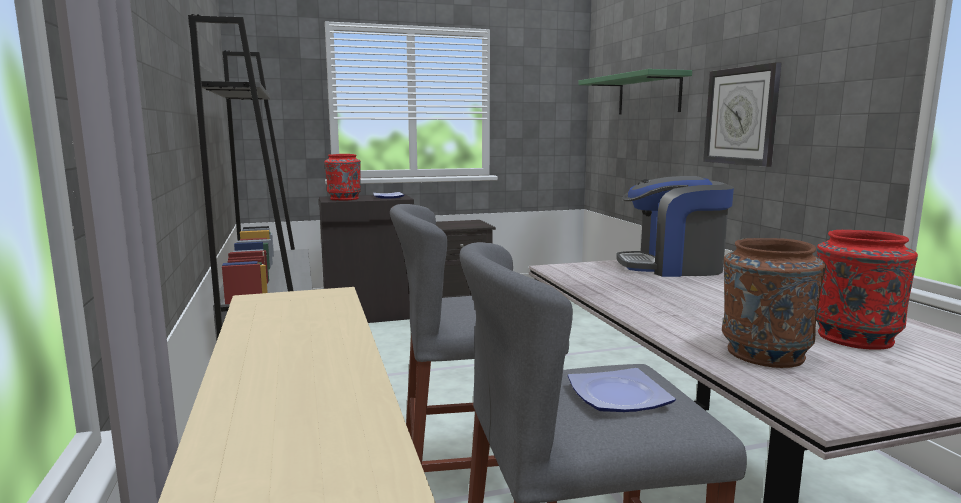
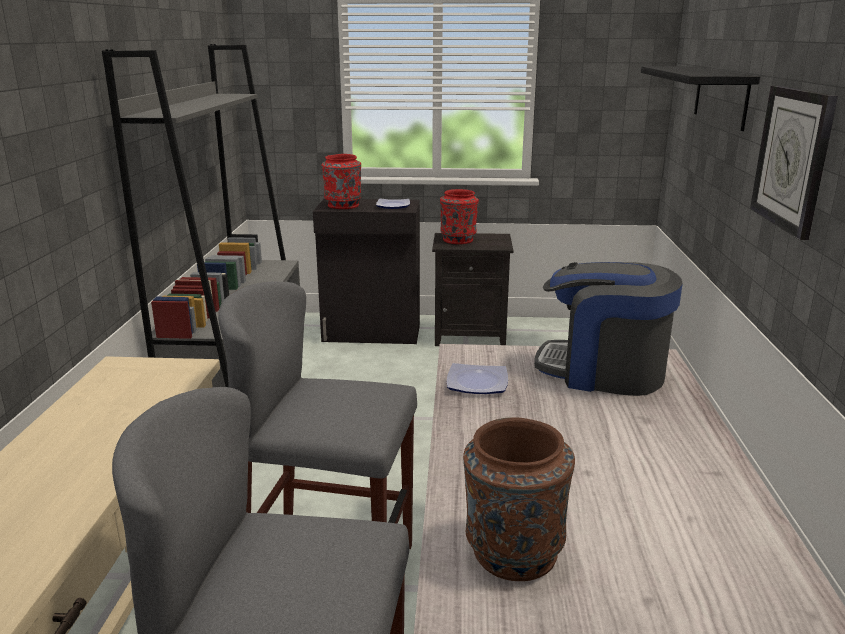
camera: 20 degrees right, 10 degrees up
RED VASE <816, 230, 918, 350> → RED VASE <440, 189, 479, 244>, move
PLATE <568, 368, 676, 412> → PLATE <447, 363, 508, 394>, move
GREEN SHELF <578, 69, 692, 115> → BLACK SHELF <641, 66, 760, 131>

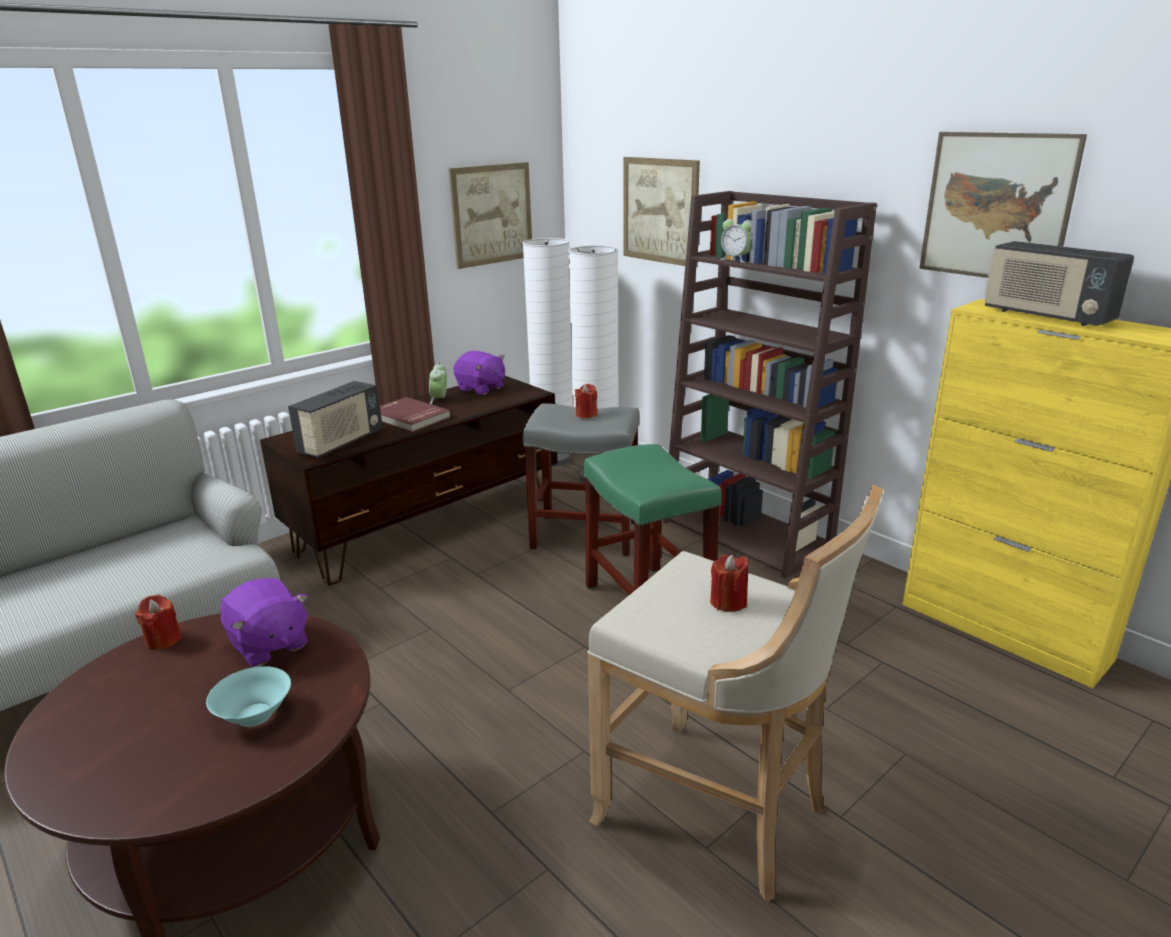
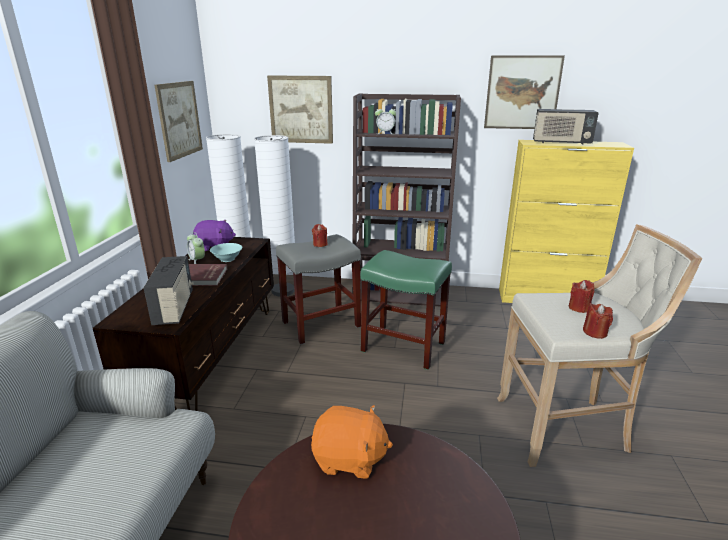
camera: 40 degrees left, 0 degrees up
TURQUOISE BOWL <206, 666, 291, 727> → TURQUOISE BOWL <210, 243, 242, 262>, move
PURPLE PLUSH TOY <220, 578, 308, 667> → ORANGE PLUSH TOY <311, 405, 393, 479>
RED CANDLE <135, 595, 182, 650> → RED CANDLE <583, 303, 613, 339>, move

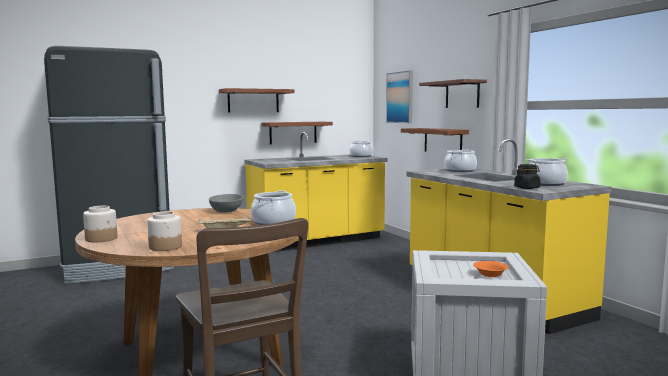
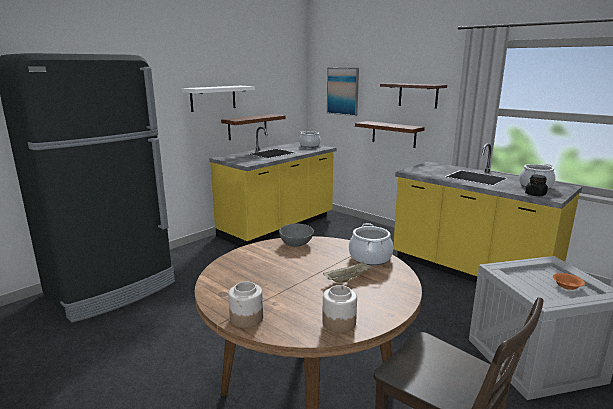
camera: 20 degrees left, 10 degrees up
BROWN SHELF <219, 88, 294, 113> → WHITE SHELF <182, 86, 255, 112>
COOKING POT <444, 149, 477, 172> → -

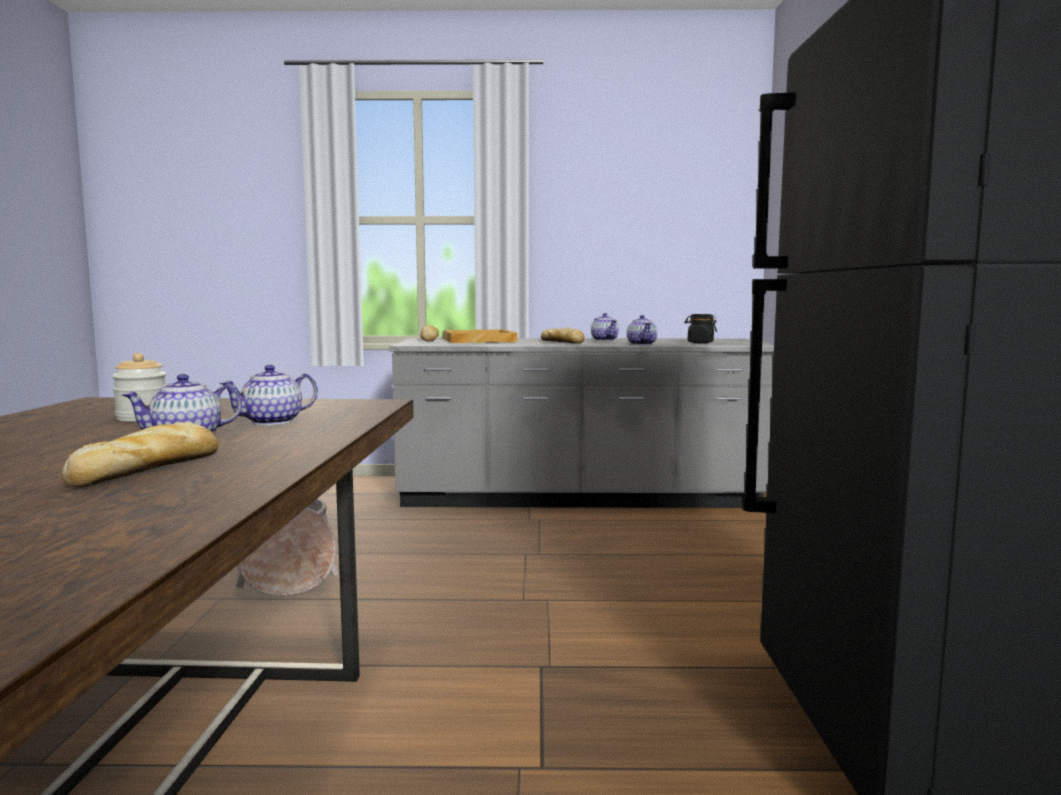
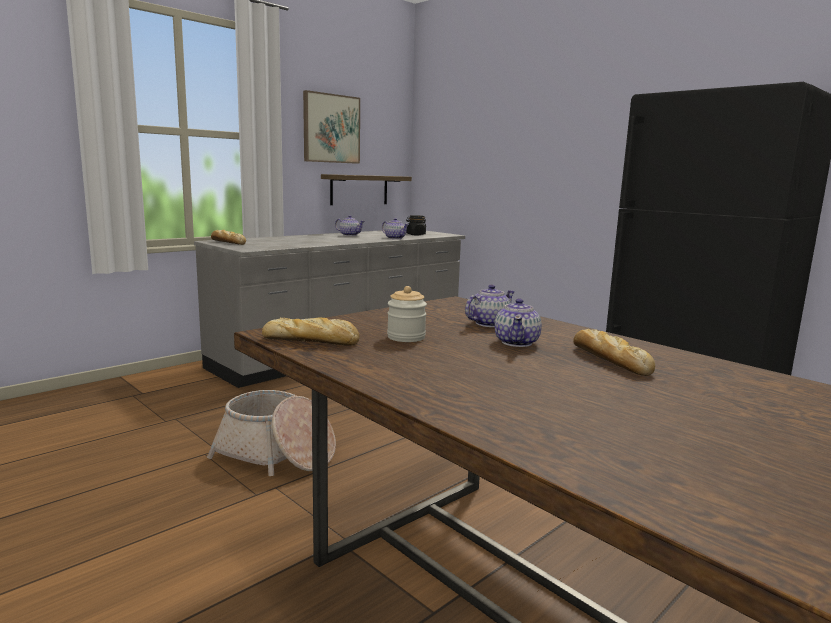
camera: 45 degrees left, 5 degrees up
BREAD <541, 327, 584, 344> → BREAD <262, 317, 360, 346>, move
- → PICTURE <303, 90, 360, 164>
- → SHELF <321, 174, 412, 205>
TEAPOT <220, 365, 318, 425> → TEAPOT <465, 284, 515, 327>, 135 degrees counterclockwise
BEIGE TRAY <443, 329, 517, 343> → -

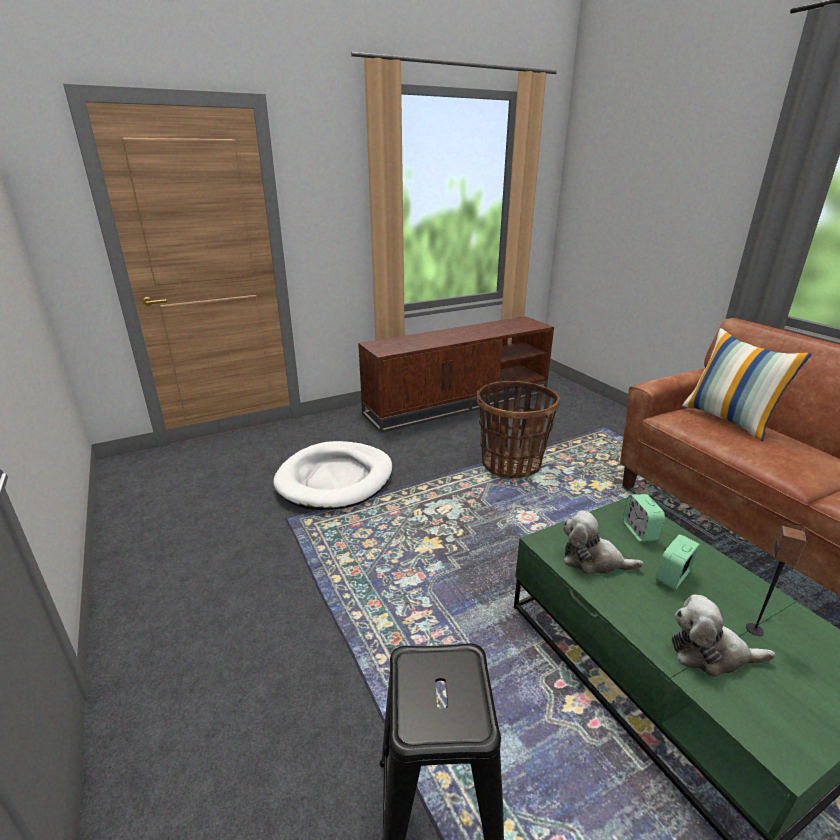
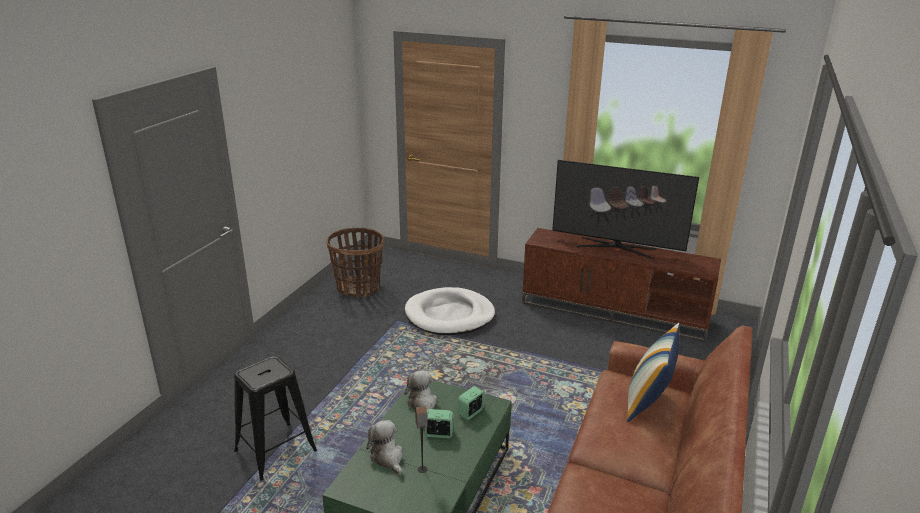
camera: 50 degrees right, 0 degrees up
BASKET <477, 381, 560, 479> → BASKET <327, 228, 384, 298>, move
- → TELEVISION <552, 160, 699, 259>

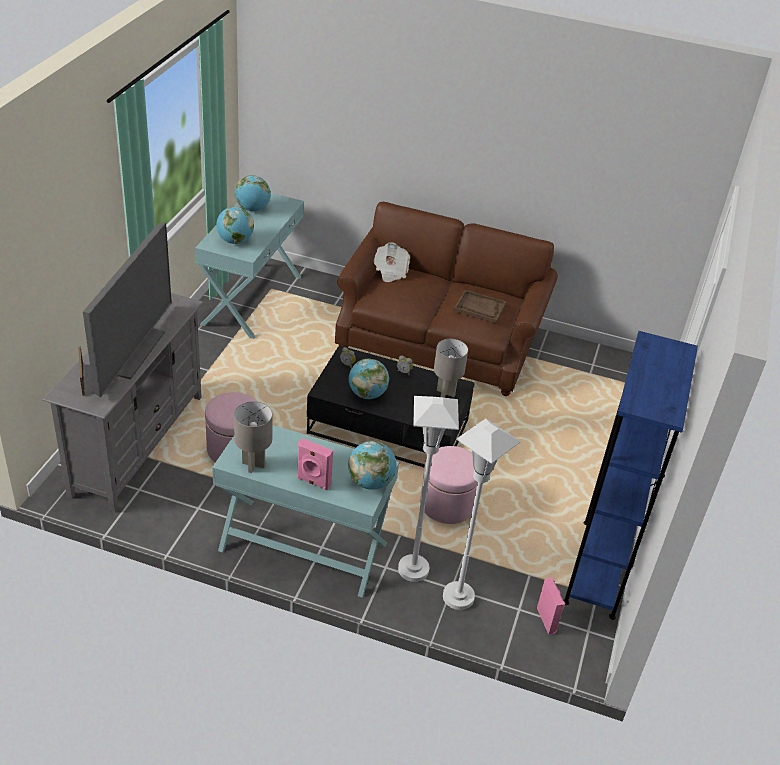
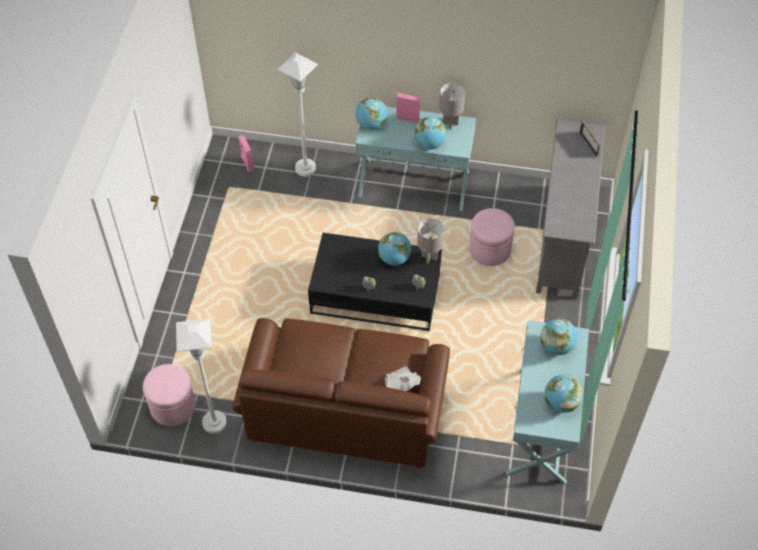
camera: 175 degrees right, 15 degrees up
PINK OTTOMAN <420, 446, 477, 524> → PINK OTTOMAN <143, 364, 196, 426>, move
WHITE FLOOR LAMP <398, 396, 459, 582> → WHITE FLOOR LAMP <176, 319, 227, 434>, move
- → GLOBE <414, 117, 446, 150>
GREY TABLE LAMP <434, 339, 468, 398> → GREY TABLE LAMP <417, 218, 444, 264>, move
TELEVISION <83, 223, 172, 397> → -
BROWN TRAY <454, 290, 506, 323> → -
BLUE BOOKCASE <563, 331, 698, 620> → -

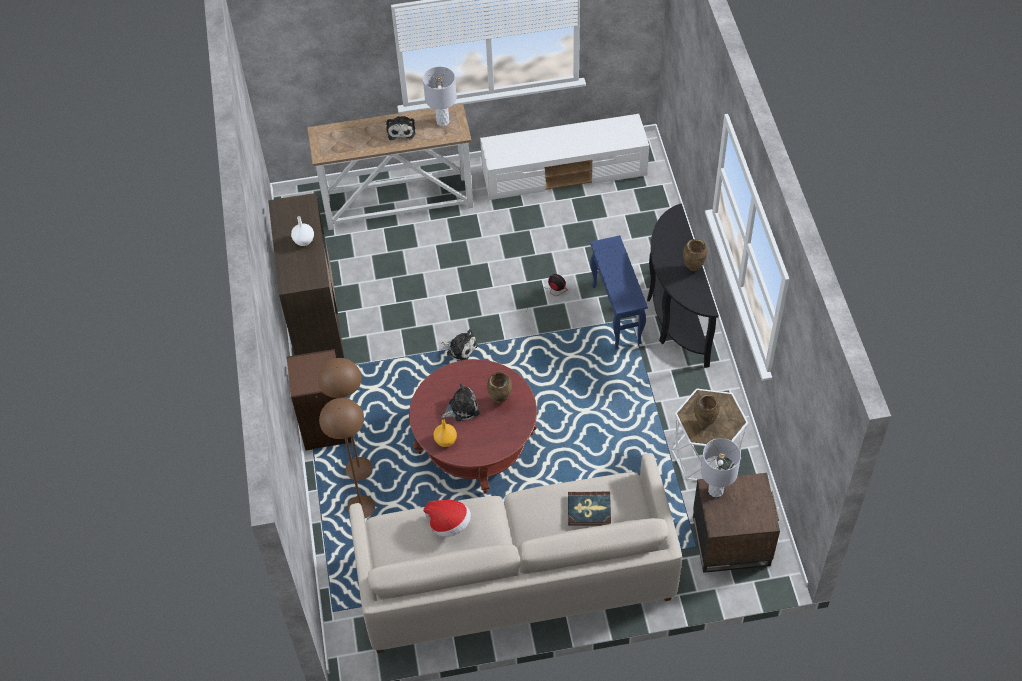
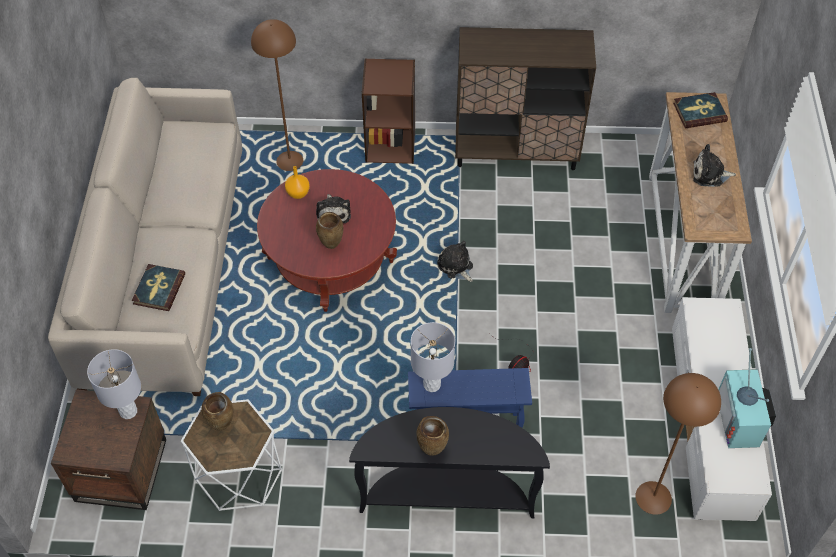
camera: 100 degrees right, 0 degrees up
GREY TABLE LAMP <423, 66, 457, 126> → GREY TABLE LAMP <411, 322, 455, 392>, move
PLUSH TOY <441, 329, 478, 361> → PLUSH TOY <437, 241, 473, 282>, 105 degrees clockwise
BROWN FLOOR LAMP <318, 358, 373, 480> → BROWN FLOOR LAMP <635, 373, 721, 515>, move
- → BOOK <673, 92, 728, 128>
- → TELEVISION <718, 348, 776, 448>
WHITE VASE <291, 216, 314, 246> → -
HAT <423, 500, 471, 537> → -

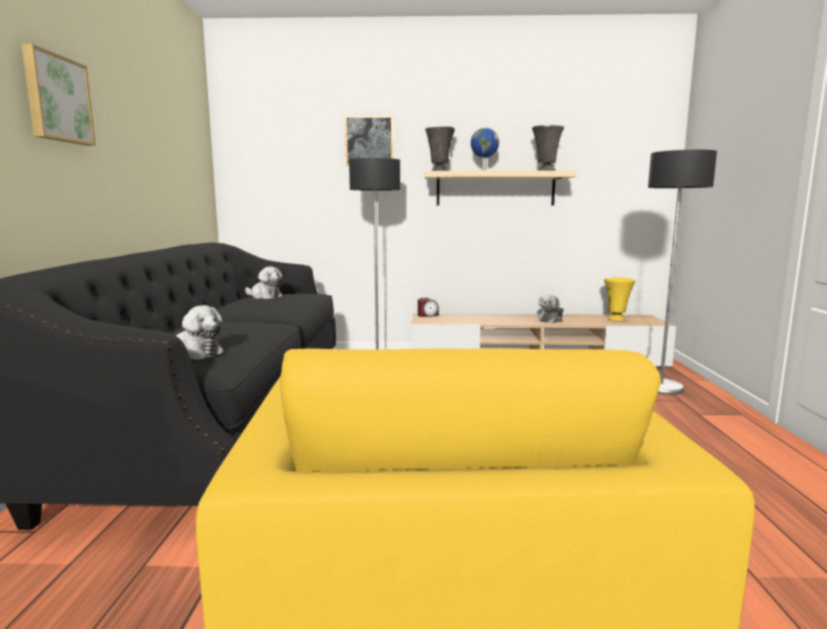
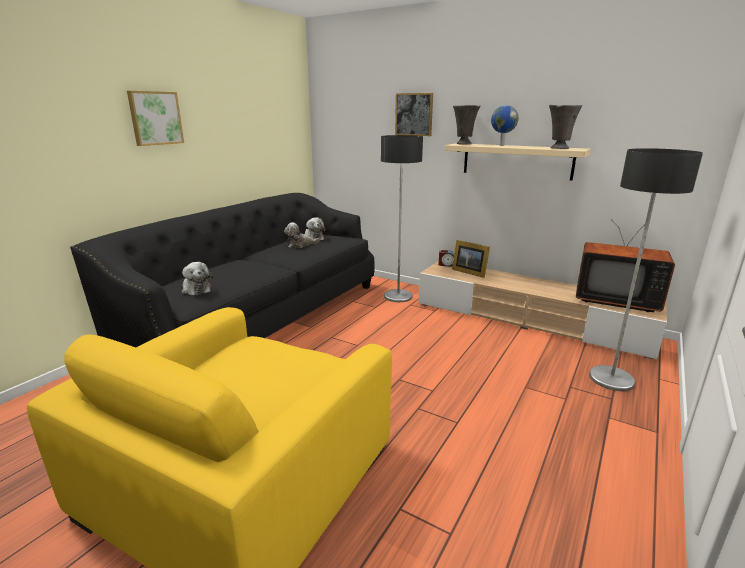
camera: 30 degrees right, 10 degrees up
PLUSH TOY <538, 294, 564, 323> → PLUSH TOY <284, 222, 320, 248>, move
- → PICTURE FRAME <452, 240, 490, 278>
YELLOW VASE <604, 277, 636, 321> → TELEVISION <576, 219, 675, 312>

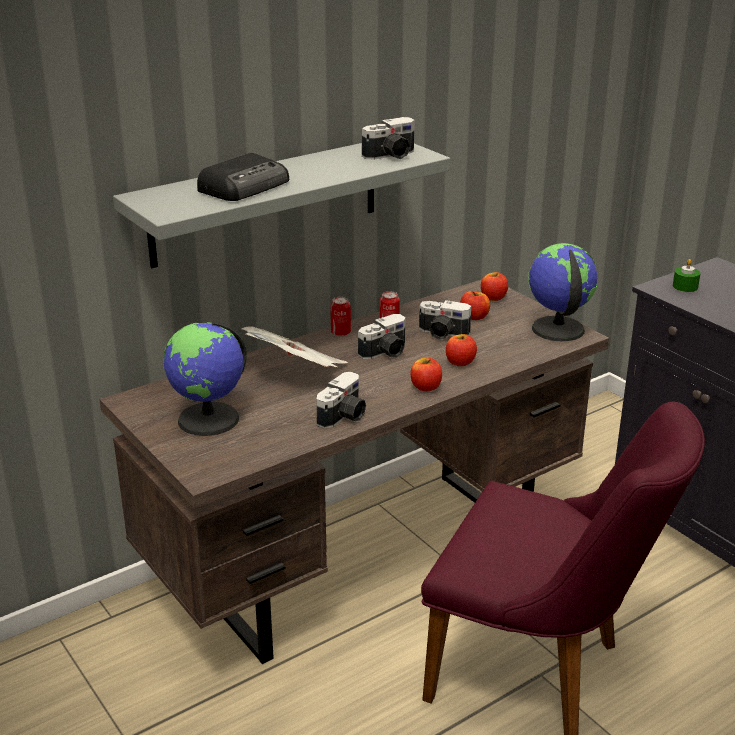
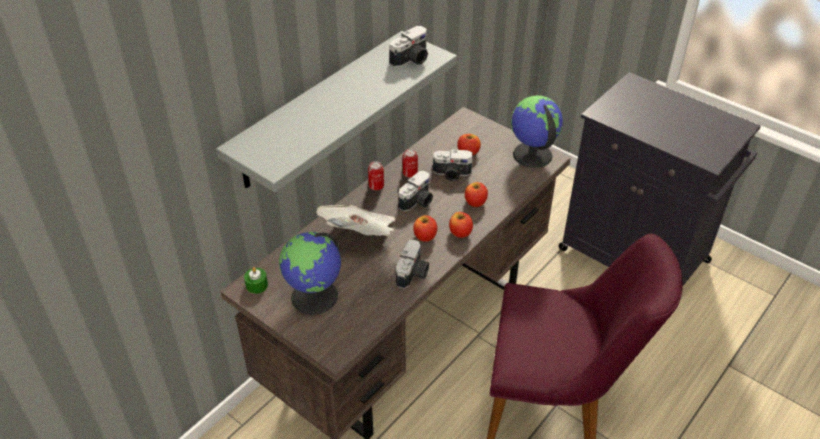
camera: 15 degrees left, 15 degrees up
GREEN CANDLE <673, 259, 701, 292> → GREEN CANDLE <244, 267, 268, 294>, move
APPLE <481, 272, 508, 301> → APPLE <413, 215, 437, 242>, move
RADIO <197, 153, 289, 201> → -

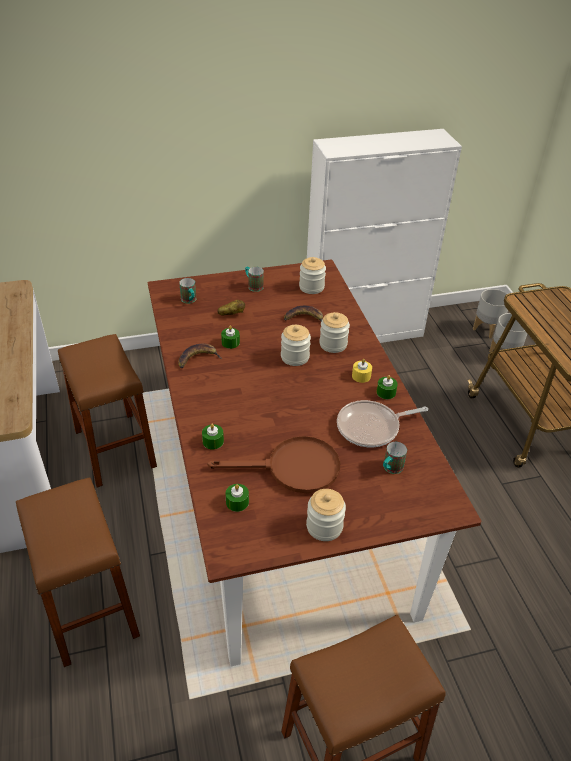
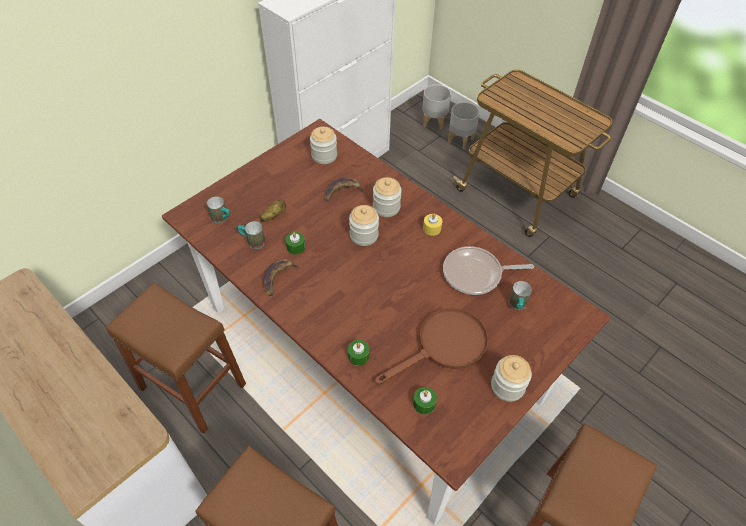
camera: 30 degrees left, 10 degrees up
MUG <245, 267, 264, 292> → MUG <238, 221, 265, 249>, move
FRYING PAN <337, 400, 428, 447> → FRYING PAN <443, 246, 534, 295>, 45 degrees clockwise
GREEN CANDLE <376, 375, 398, 399> → -

